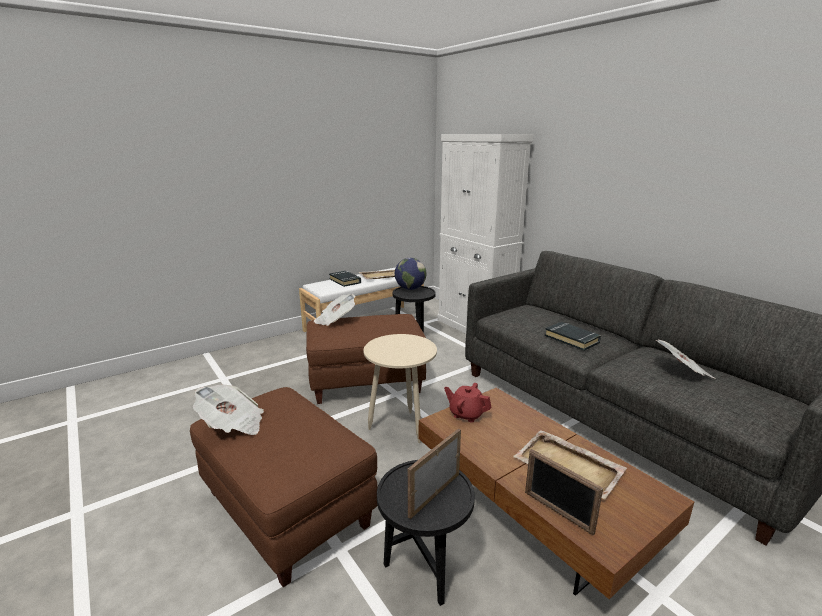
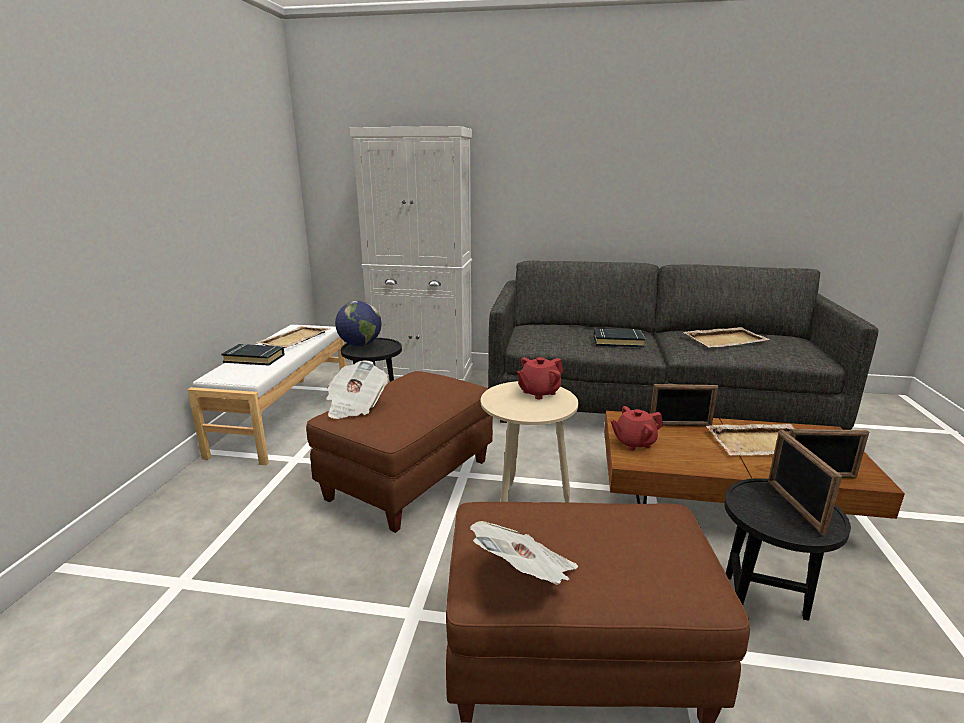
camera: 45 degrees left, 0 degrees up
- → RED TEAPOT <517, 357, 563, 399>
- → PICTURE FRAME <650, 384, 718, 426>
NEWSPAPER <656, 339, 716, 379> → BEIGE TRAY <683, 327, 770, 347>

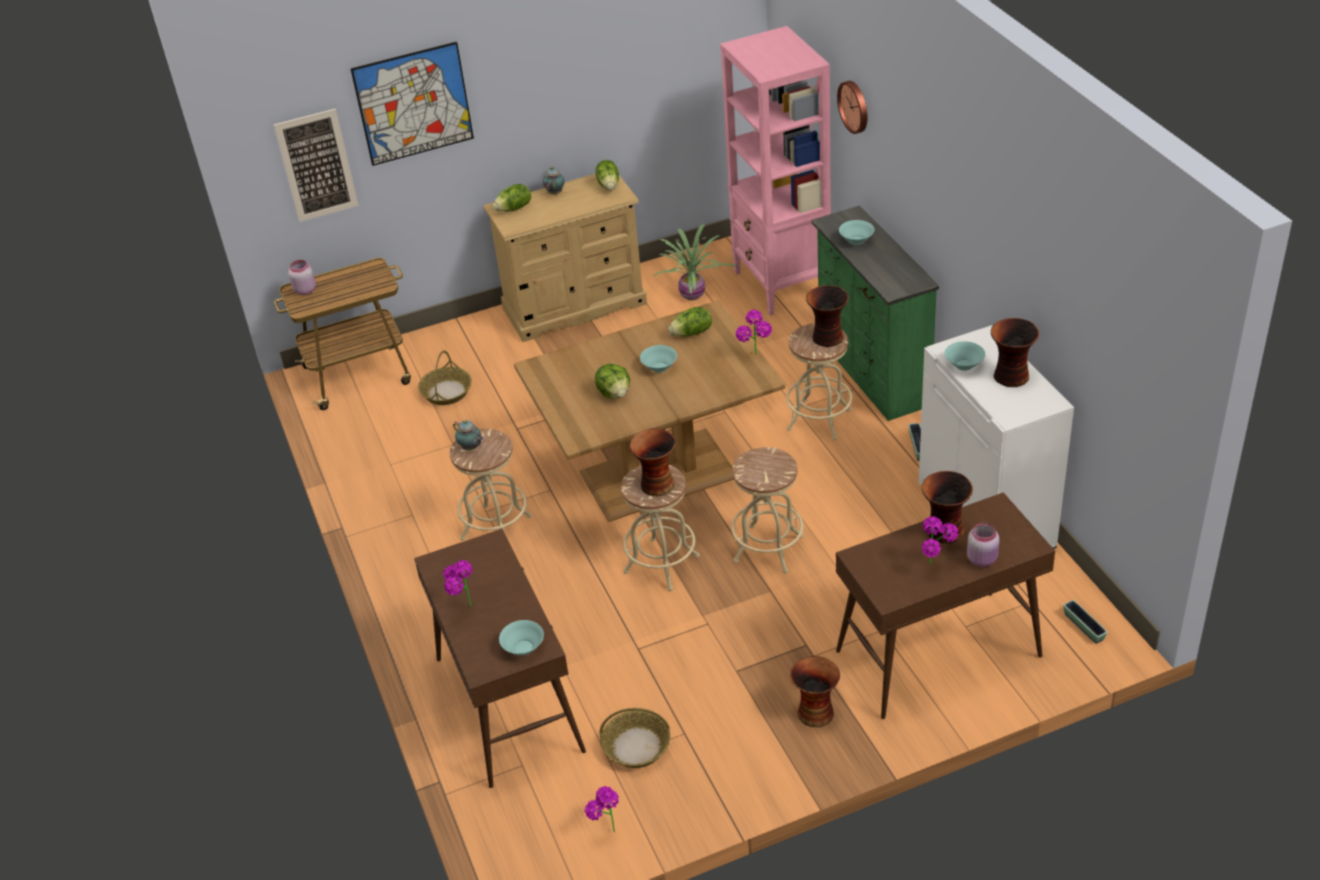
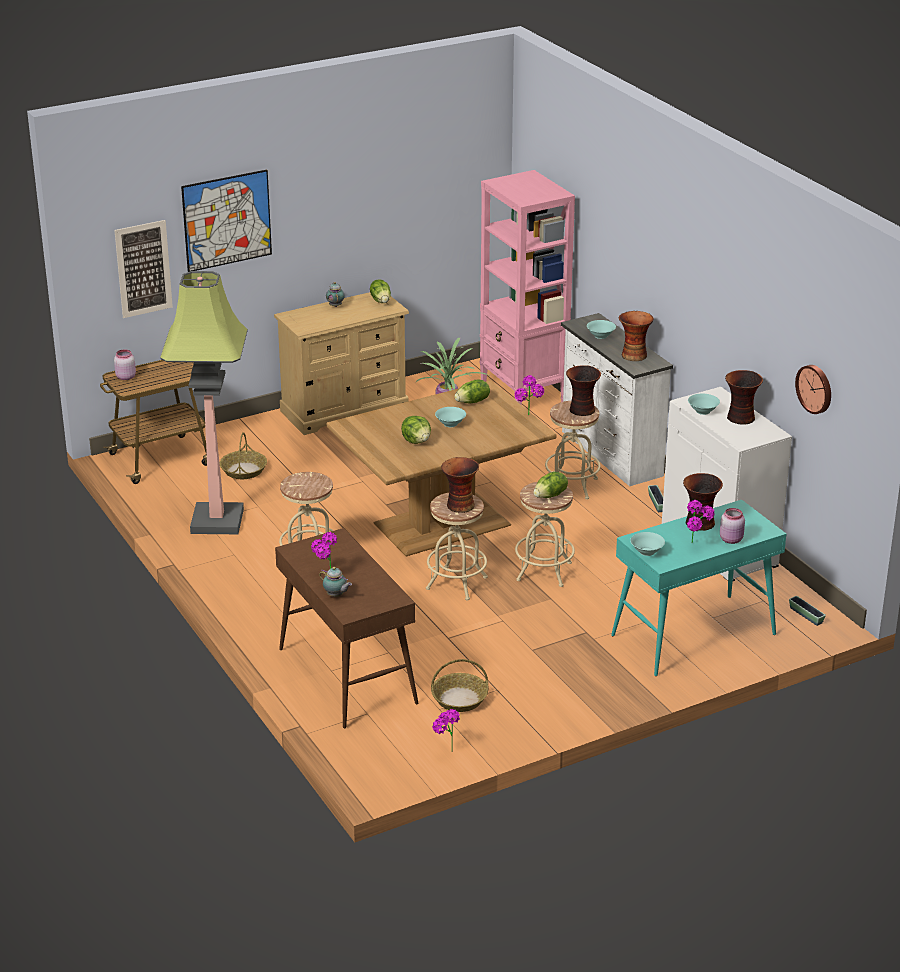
camera: 10 degrees left, 10 degrees down
- → FLOOR LAMP <160, 271, 248, 534>
TEAPOT <453, 420, 483, 450> → TEAPOT <319, 567, 352, 597>, move
LETTUCE <493, 184, 531, 212> → LETTUCE <533, 472, 568, 498>, move
GREEN DRESSER <812, 205, 939, 421> → WHITE DRESSER <561, 313, 673, 487>
BROWN CONSOLE TABLE <836, 492, 1055, 719> → TURQUOISE CONSOLE TABLE <611, 500, 786, 676>
VASE <790, 656, 840, 727> → VASE <619, 311, 654, 361>, move
TURQUOISE BOWL <499, 620, 544, 655> → TURQUOISE BOWL <630, 532, 665, 556>, move
WALL CLOCK <837, 81, 867, 134> → WALL CLOCK <795, 365, 831, 414>, move

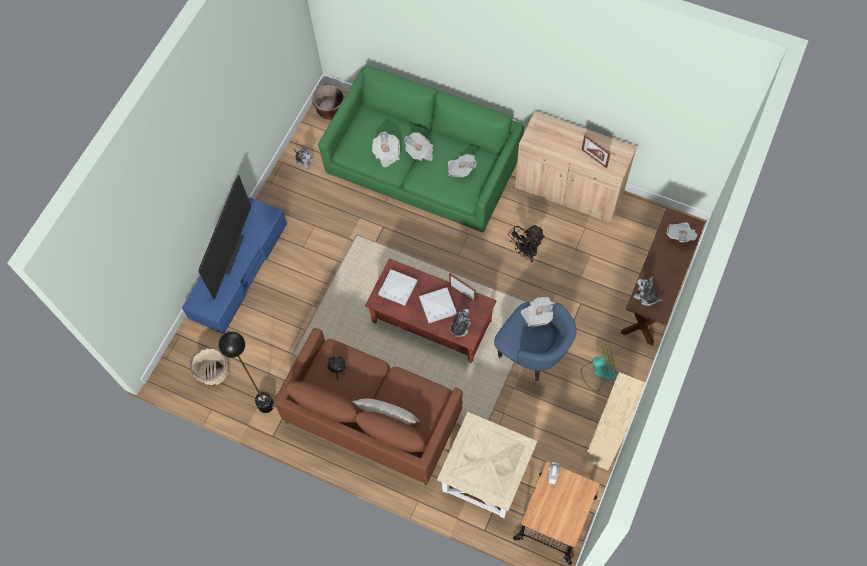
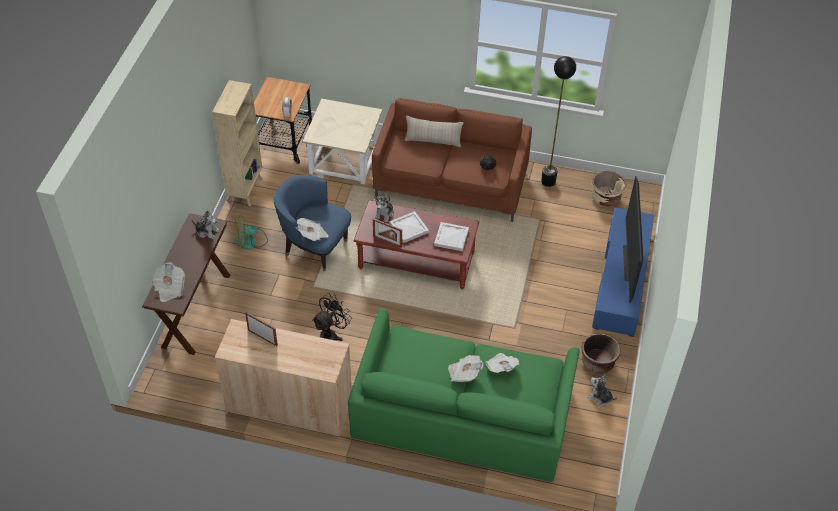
camera: 165 degrees right, 15 degrees down
BROWN PLANTER <312, 85, 345, 120> → BROWN PLANTER <582, 334, 620, 374>, move
NEWSPAPER <448, 154, 476, 178> → -

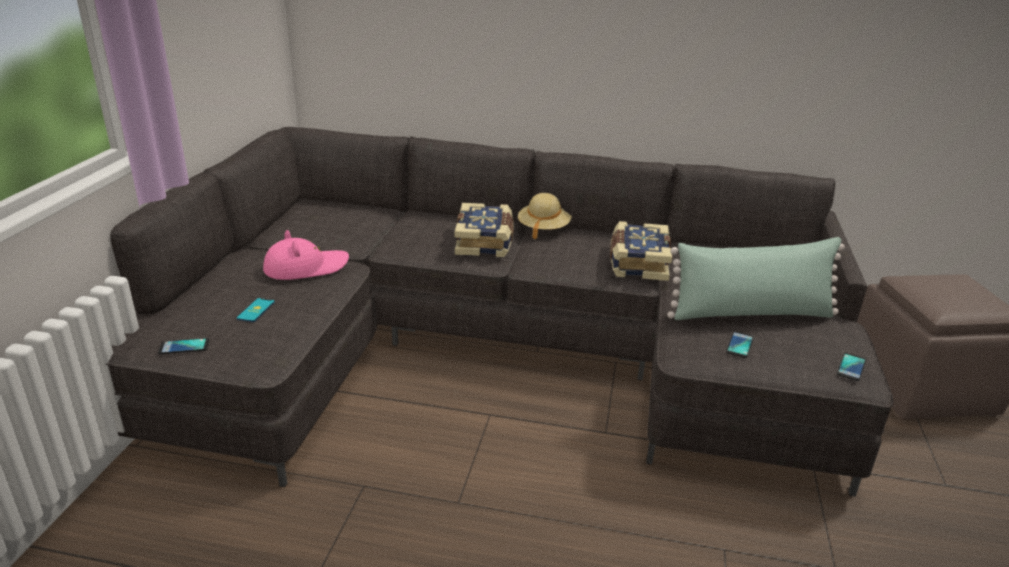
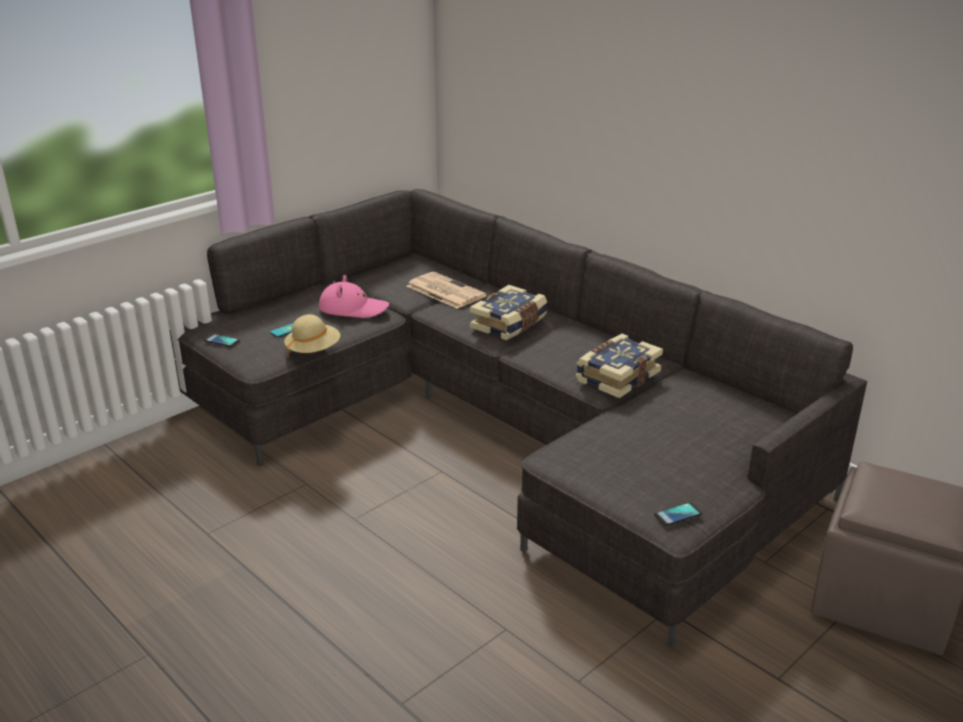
camera: 35 degrees right, 0 degrees up
BEIGE HAT <518, 193, 572, 240> → BEIGE HAT <284, 314, 340, 357>, move
- → NEWSPAPER <407, 272, 486, 309>
GREEN PILLOW <667, 237, 845, 320> → -
PHONE <726, 331, 754, 358> → -

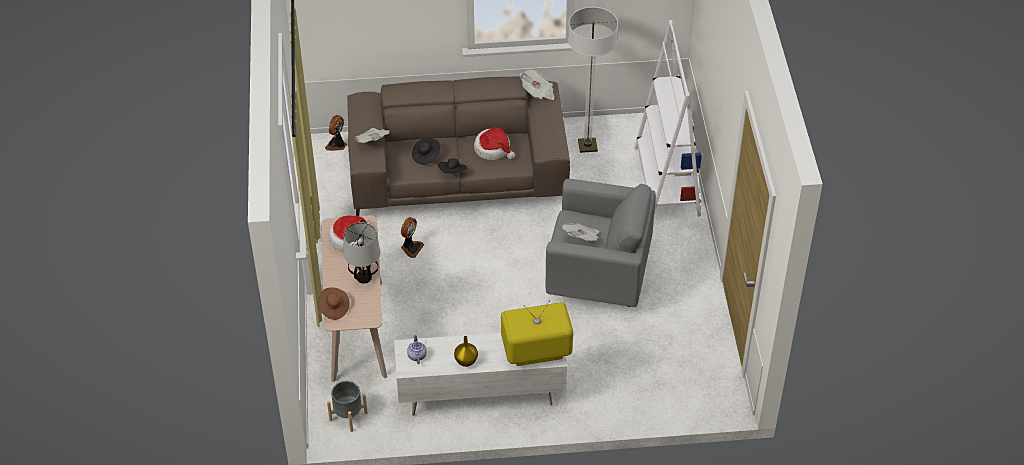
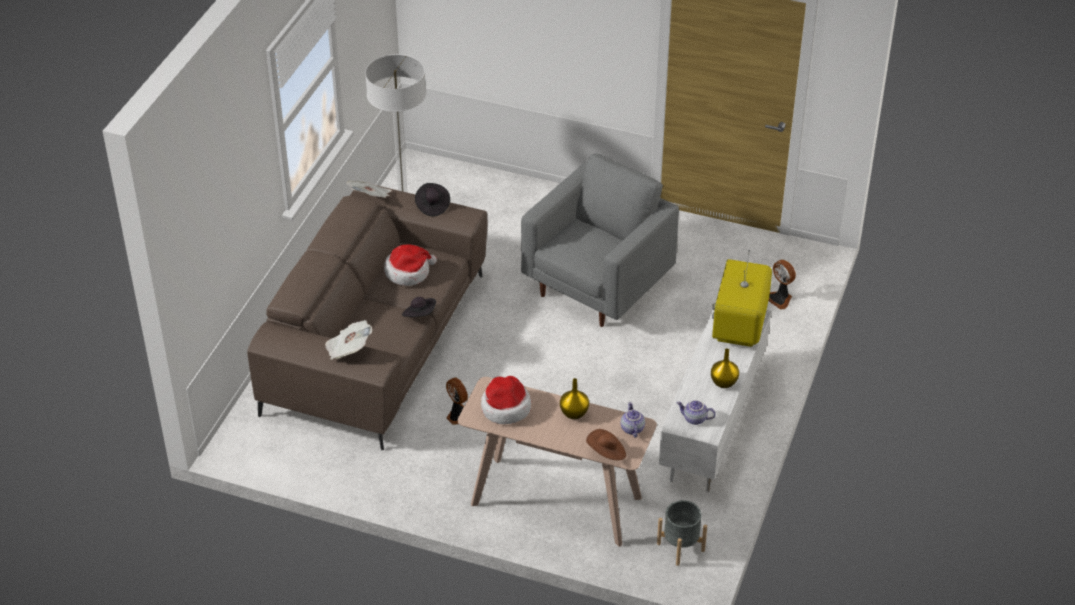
camera: 65 degrees left, 5 degrees down
BLACK HAT <412, 138, 440, 165> → BLACK HAT <415, 183, 450, 217>, move
TABLE LAMP <343, 222, 380, 284> → YELLOW VASE <560, 378, 589, 419>
- → TEAPOT <621, 402, 645, 438>
FAN <325, 115, 347, 151> → FAN <769, 260, 796, 310>, move
NEWSPAPER <562, 223, 599, 241> → -
WHITE BOOKCASE <634, 20, 702, 217> → -

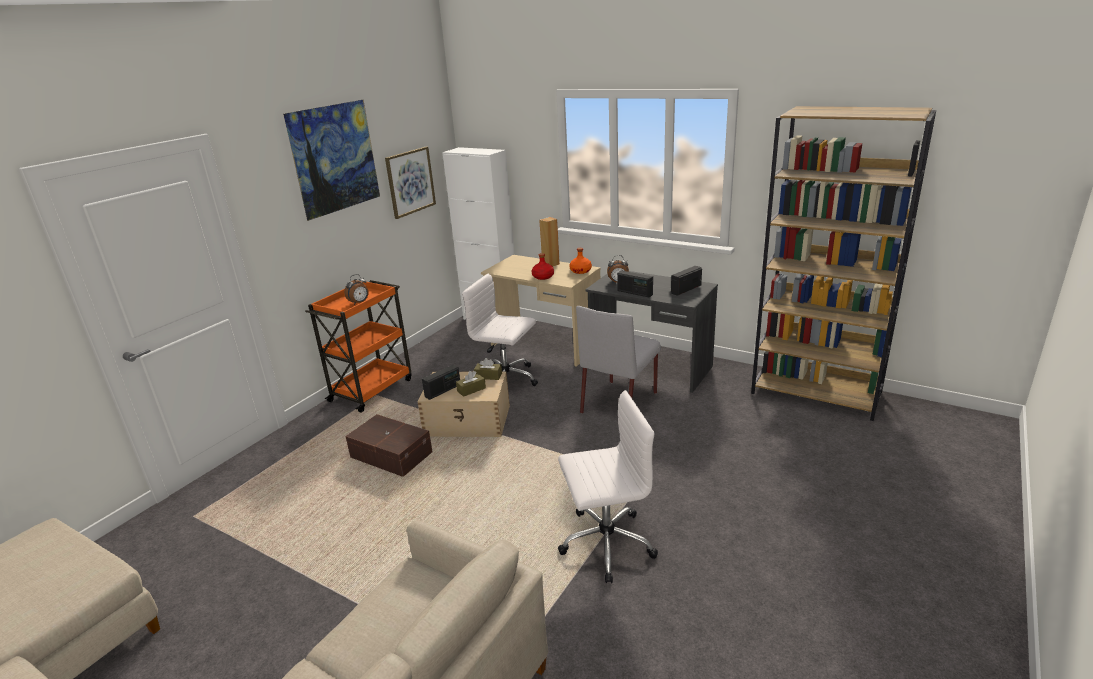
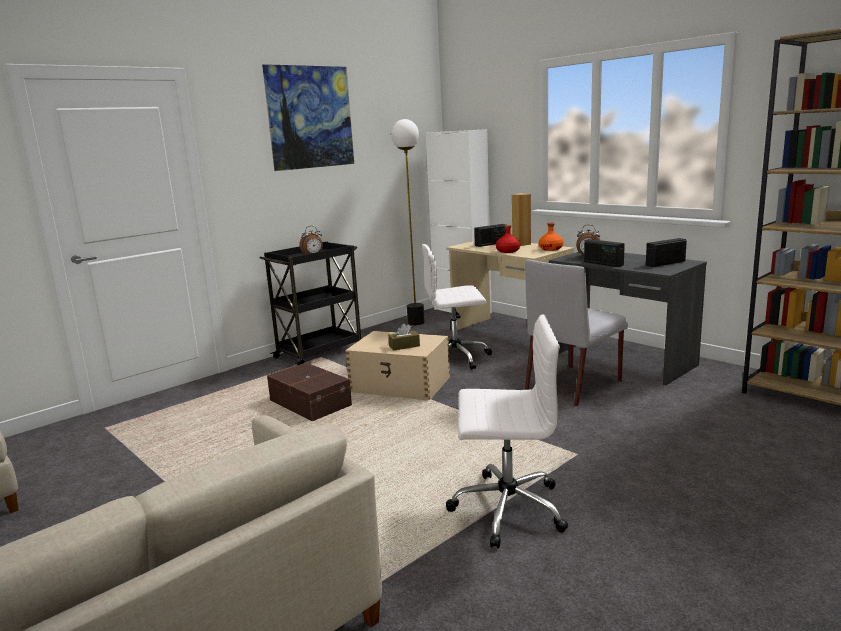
camera: 15 degrees right, 10 degrees down
ORANGE CART <305, 280, 412, 413> → BLACK CART <260, 241, 361, 365>
- → FLOOR LAMP <391, 119, 425, 325>
WHITE OFFICE CHAIR <462, 274, 538, 386> → WHITE OFFICE CHAIR <422, 244, 492, 370>, 45 degrees counterclockwise
RADIO <422, 364, 460, 400> → RADIO <474, 224, 506, 247>, move
PICTURE <385, 147, 436, 219> → -
BROWN TISSUE BOX <474, 358, 502, 380> → -

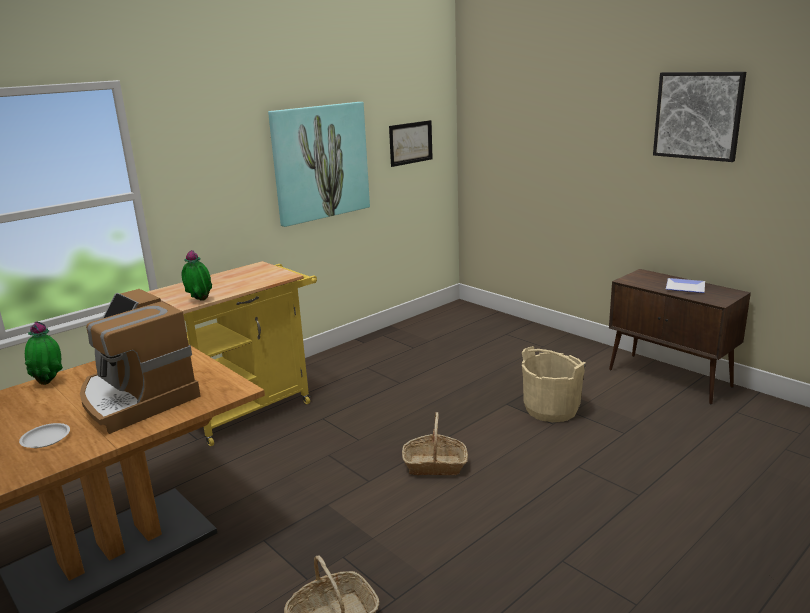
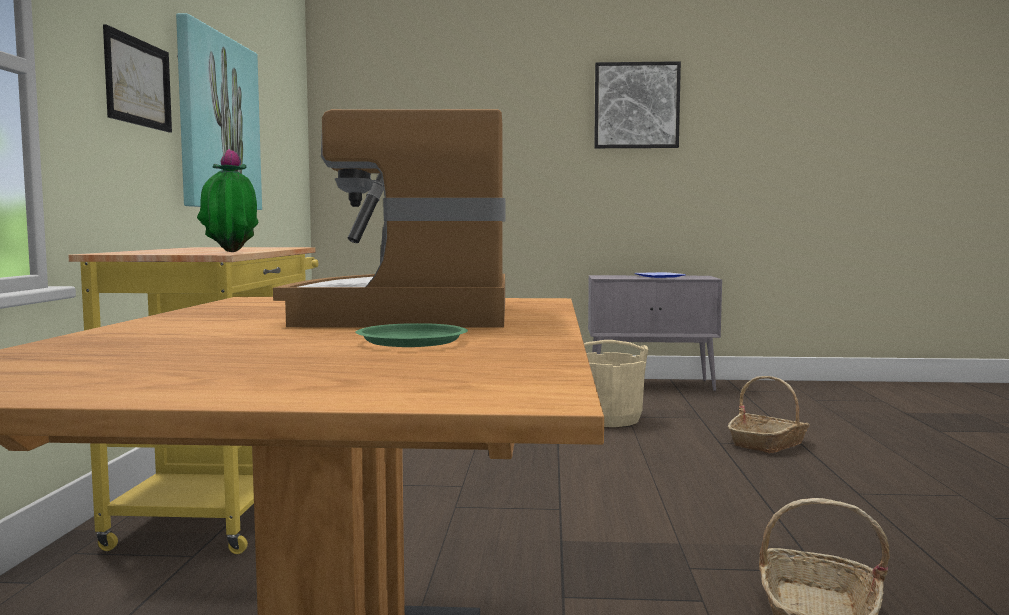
camera: 45 degrees left, 15 degrees down
PICTURE <389, 120, 433, 167> → PICTURE <103, 24, 172, 132>, move
COFFEE MACHINE <80, 289, 201, 434> → COFFEE MACHINE <273, 109, 506, 328>, 90 degrees clockwise
WHITE PLATE <19, 423, 70, 448> → GREEN PLATE <355, 323, 468, 347>
BROWN CABINET <609, 269, 751, 405> → GREY CABINET <588, 275, 722, 391>
BASKET <402, 412, 468, 475> → BASKET <728, 376, 810, 454>, move
POTTED PLANT <25, 322, 63, 385> → -

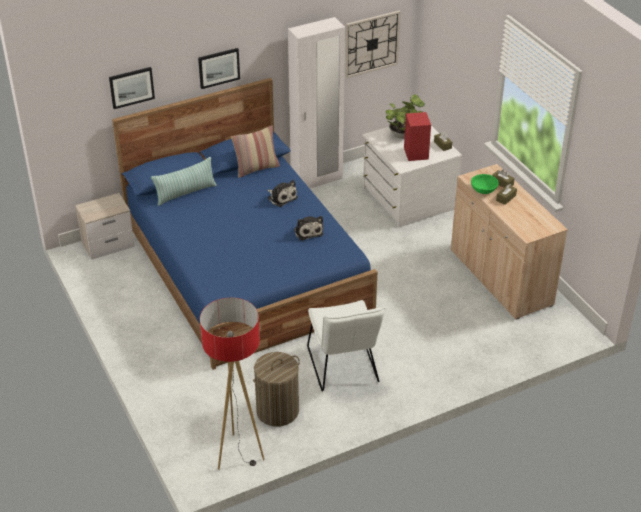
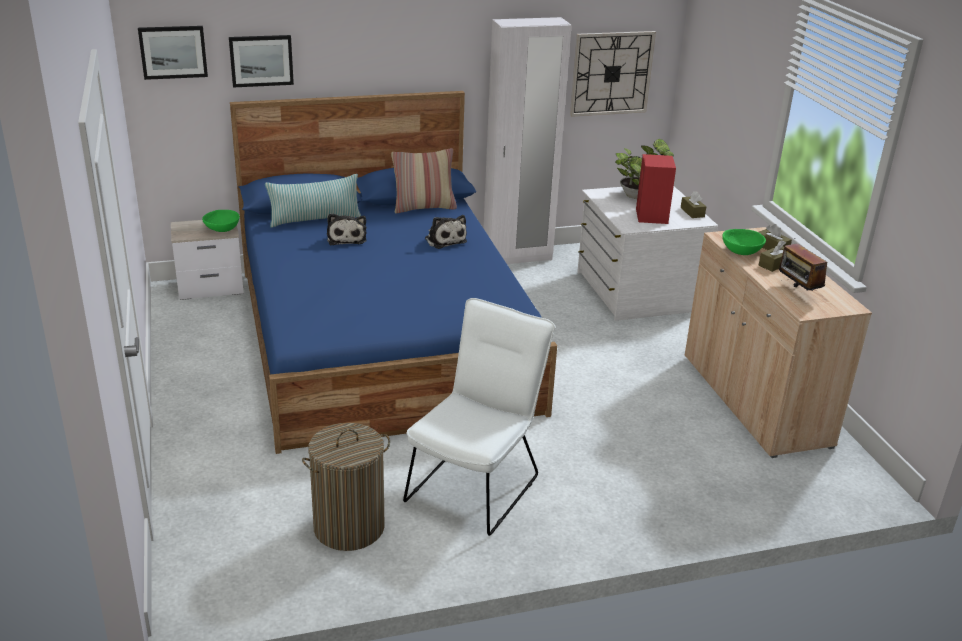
camera: 10 degrees right, 10 degrees down
PICTURE <198, 48, 240, 89> → PICTURE <138, 26, 208, 80>, move
- → GREEN BOWL <202, 210, 240, 232>
PLUSH TOY <294, 216, 323, 241> → PLUSH TOY <327, 213, 367, 245>, move
WHITE CHAIR <307, 300, 385, 391> → WHITE CHAIR <403, 298, 555, 536>, 150 degrees counterclockwise
- → RADIO <779, 243, 827, 291>
FLOOR LAMP <200, 298, 265, 470> → -

